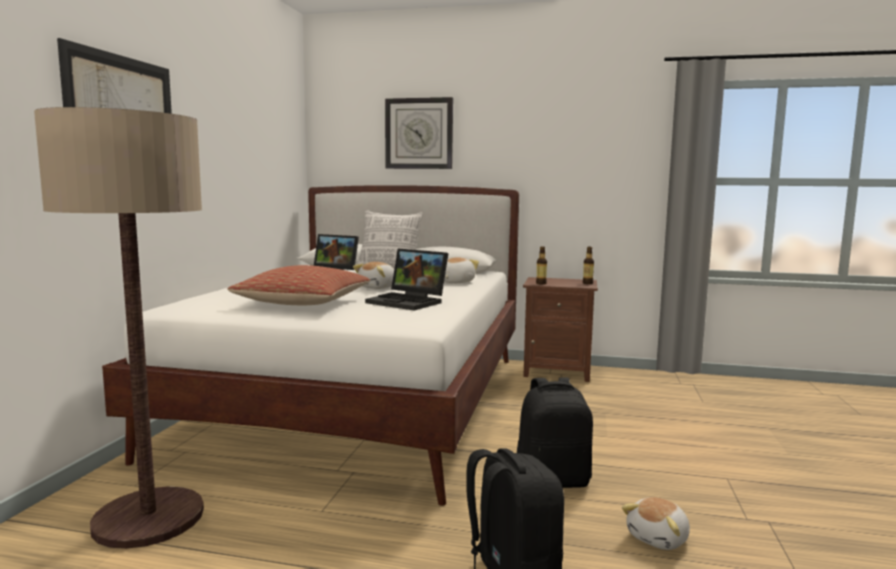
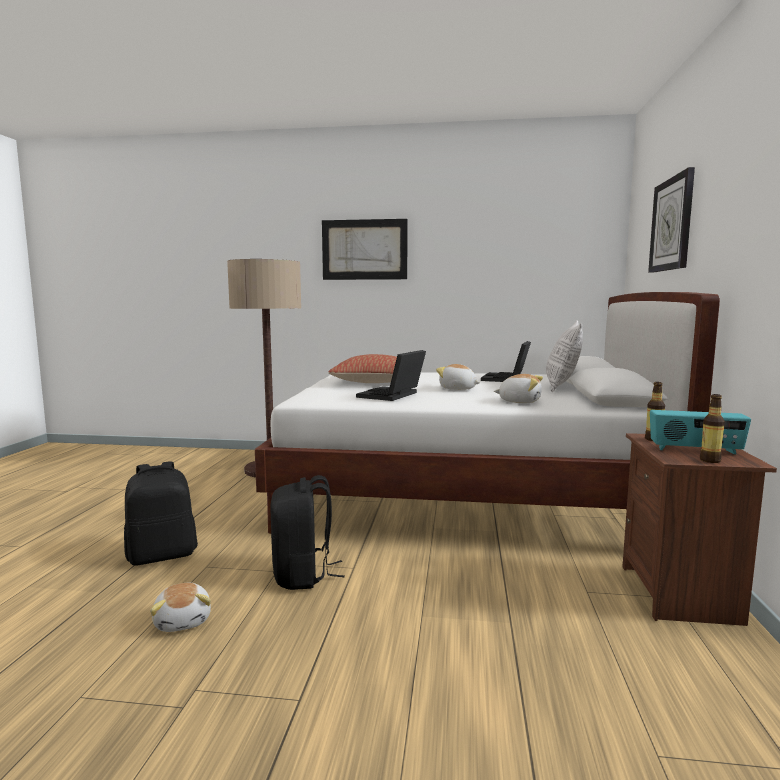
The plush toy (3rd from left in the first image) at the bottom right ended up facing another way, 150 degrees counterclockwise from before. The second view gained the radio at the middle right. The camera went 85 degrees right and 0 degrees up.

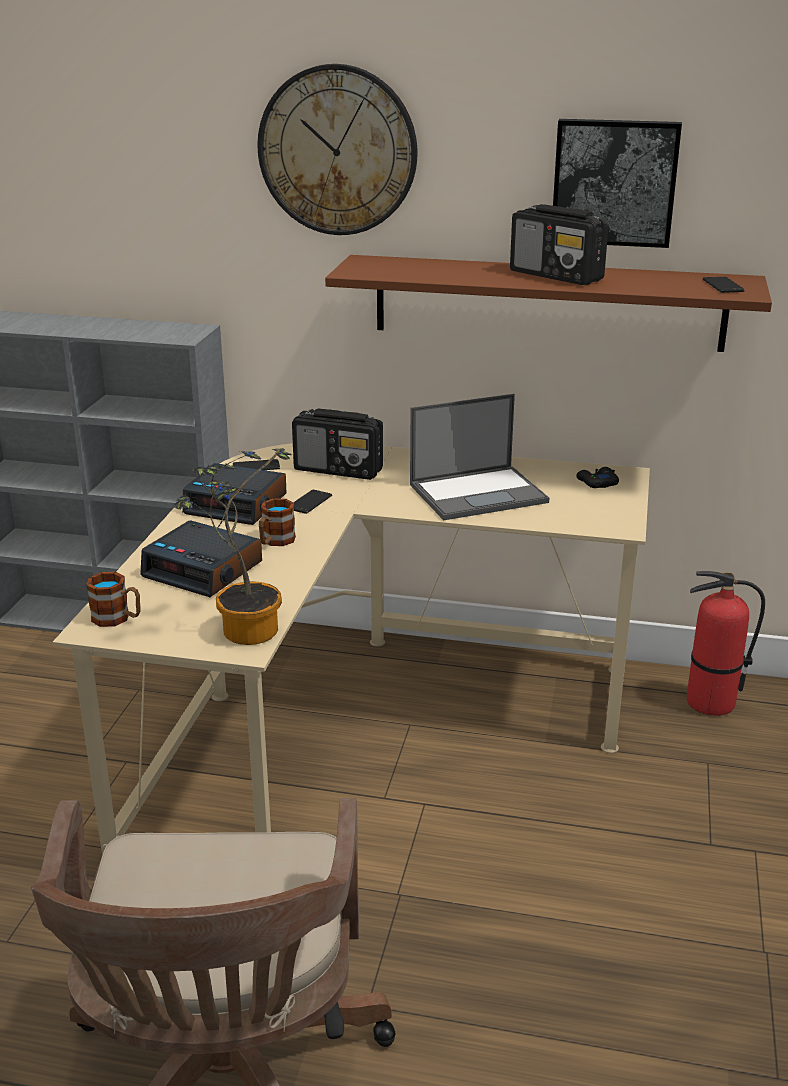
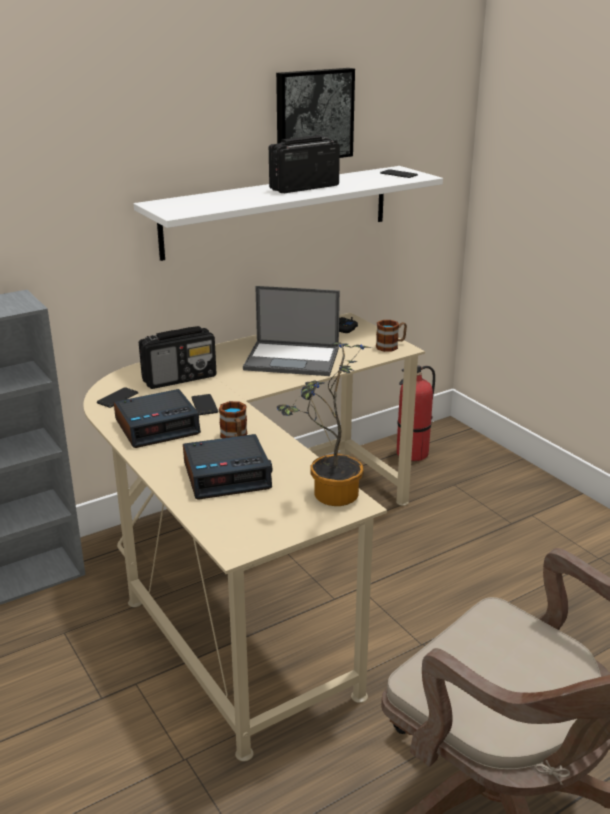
What was the brown shelf at the top right turned into the white shelf at the top centre. The laptop at the centre ended up facing another way, 75 degrees clockwise from before. The radio (2nd from left) at the top right ended up facing another way, 150 degrees clockwise from before. The mug (1st from left in the first image) ended up elsewhere, having gone from the middle left to the centre. The second view lost the wall clock at the top centre. The camera went 45 degrees left and 0 degrees up.

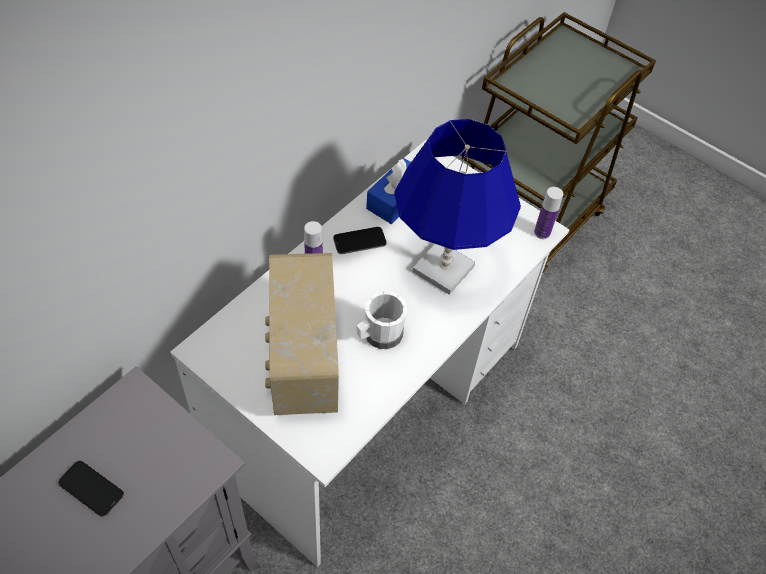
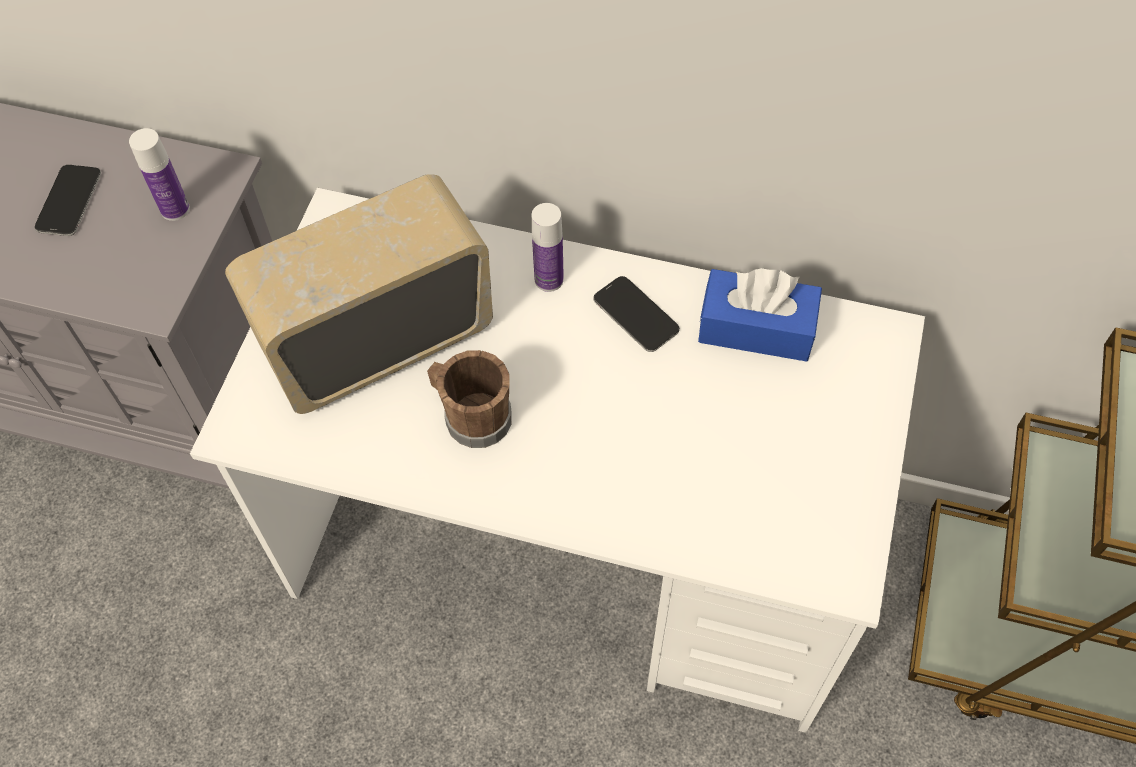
The bottle (2nd from left in the first image) ended up elsewhere, having gone from the middle right to the top left. What was the white mug at the centre turned into the brown mug at the centre. The second view lost the blue table lamp at the centre. The camera went 70 degrees right and 5 degrees up.

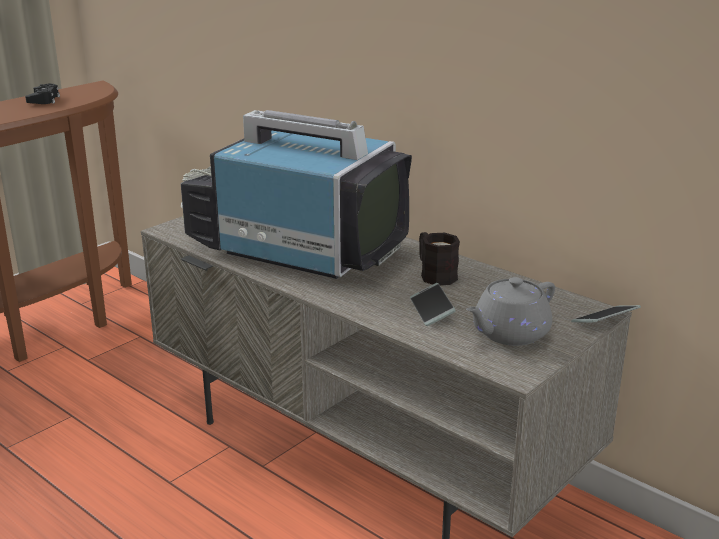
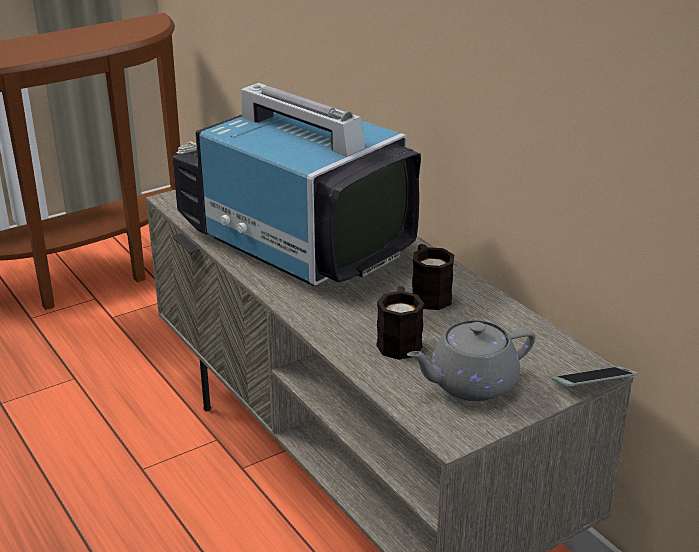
Where the phone (1st from left) stood at the centre, the black mug (1st from left) came to stand at the centre. The second view lost the black game controller at the top left. The camera went 15 degrees right and 5 degrees up.

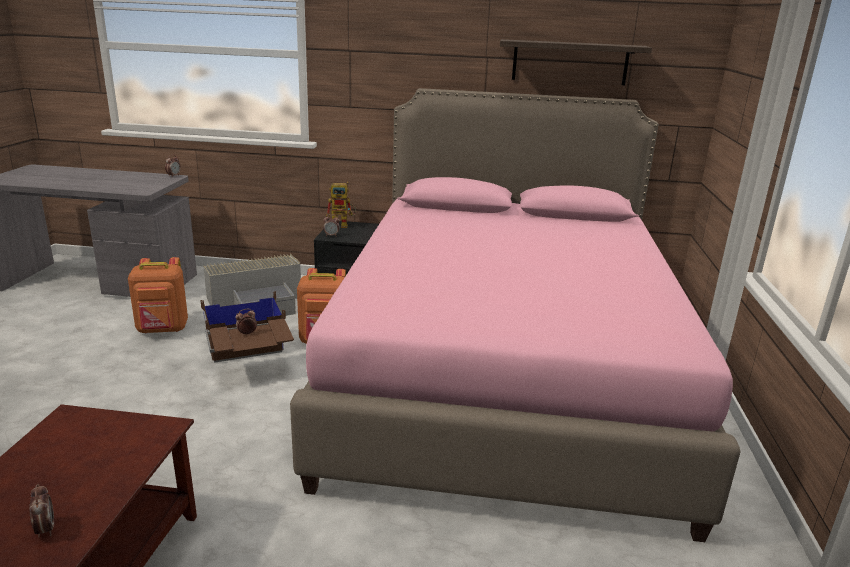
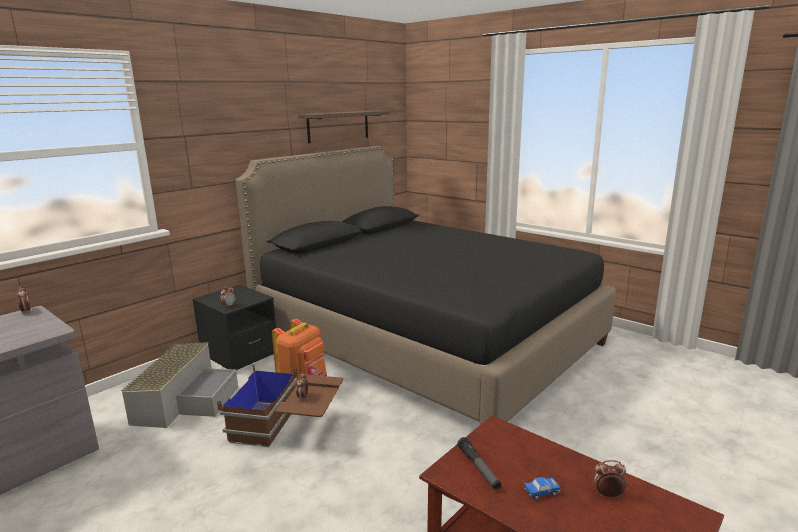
What was the pink bed at the centre turned into the black bed at the centre. The second view gained the flashlight at the bottom centre. The second view gained the toy car at the bottom right. The second view lost the orange backpack (1st from left) at the middle left. The second view lost the toy robot at the centre. The camera went 55 degrees left and 5 degrees down.

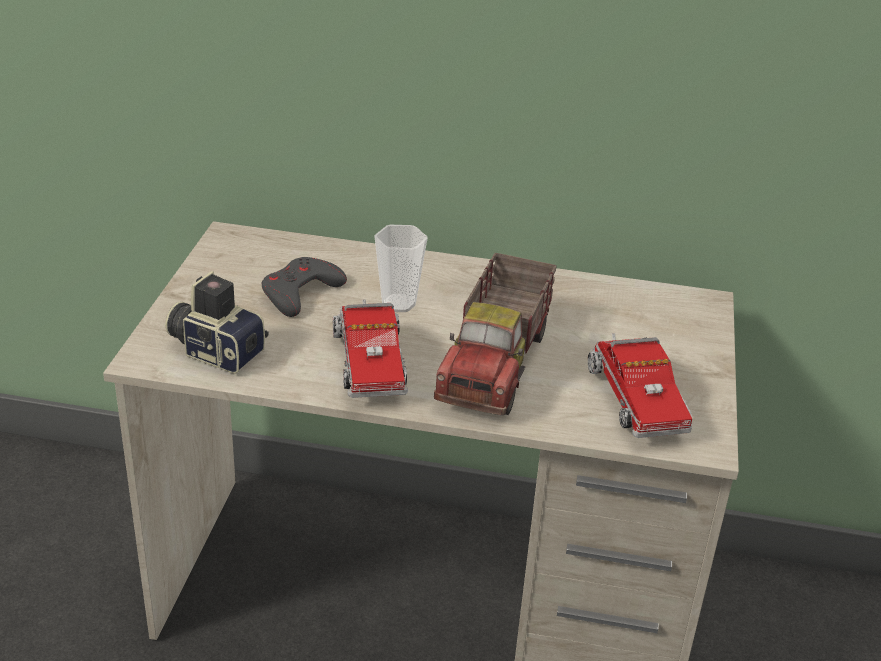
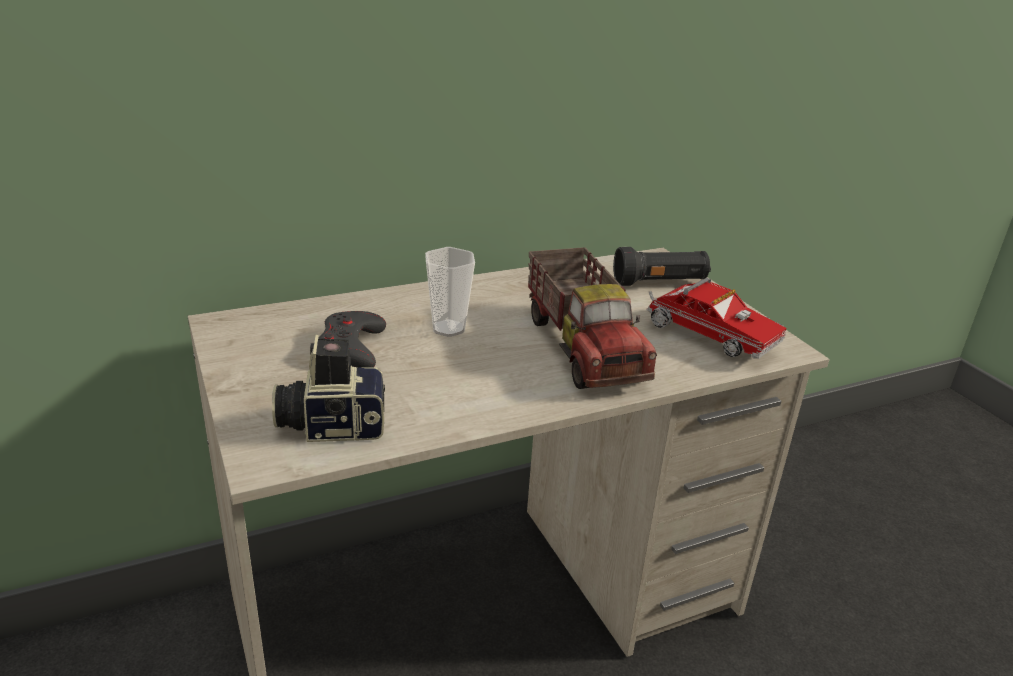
The second view gained the black flashlight at the centre. The second view lost the toy truck (1st from left) at the centre. The camera went 35 degrees left and 5 degrees down.

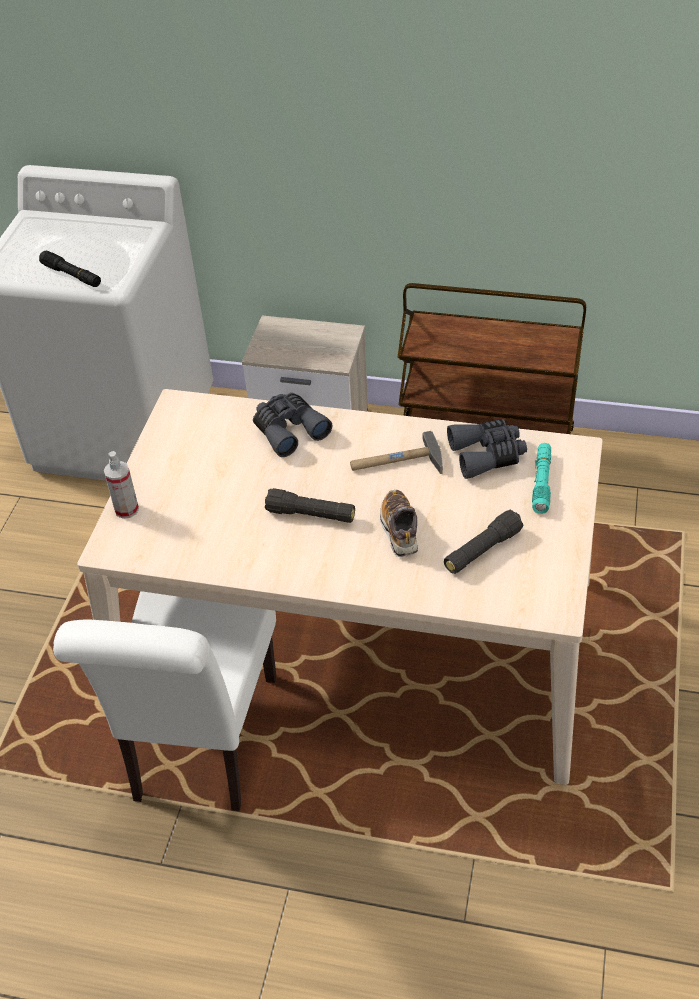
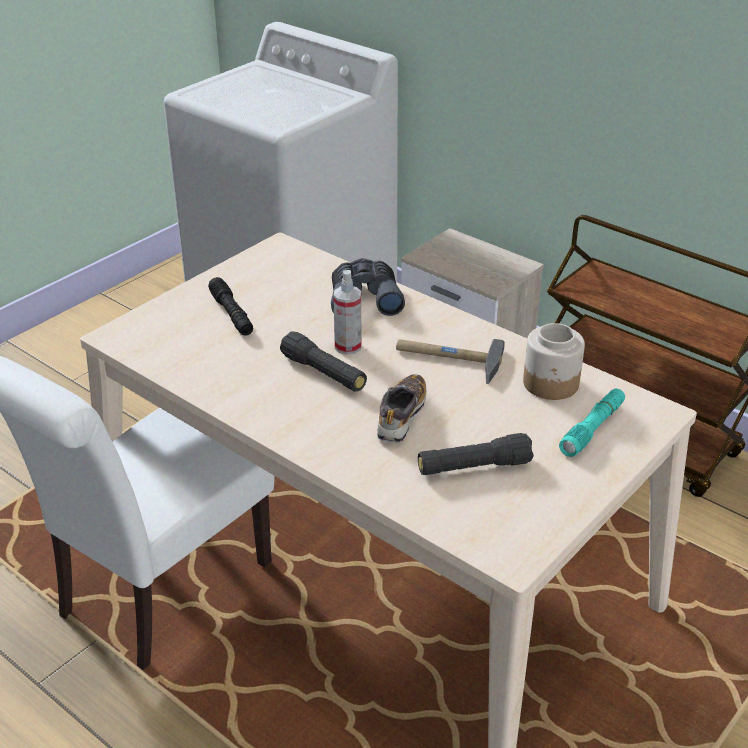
The black flashlight (1st from left) ended up elsewhere, having gone from the top left to the middle left. The spray bottle ended up elsewhere, having gone from the middle left to the centre. Where the grey binoculars (2nd from left) stood at the middle right, the jar came to stand at the middle right. The camera went 25 degrees right and 10 degrees down.

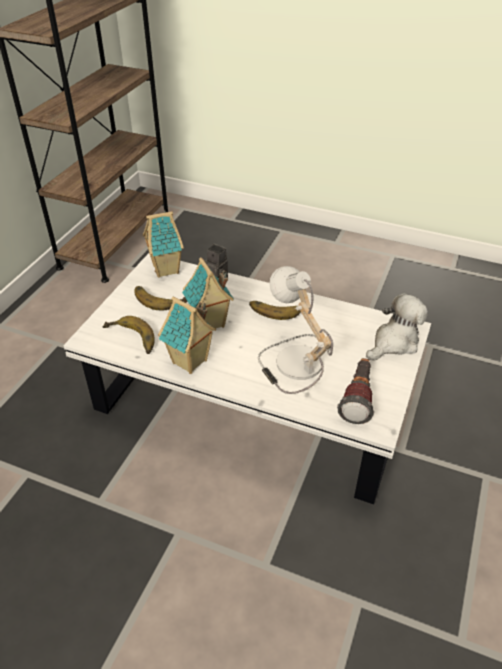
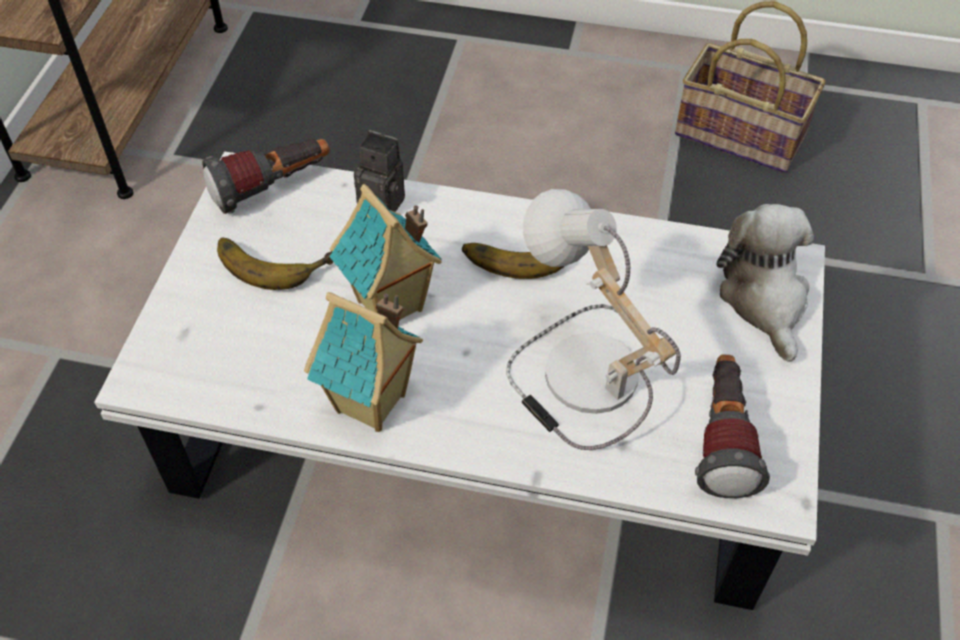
Where the toy house (1st from left) stood at the middle left, the flashlight (1st from left) came to stand at the top left. The second view gained the basket at the top right. The plush toy at the middle right ended up facing another way, 45 degrees counterclockwise from before. The second view lost the banana (1st from left) at the middle left. The camera went 10 degrees left and 10 degrees up.

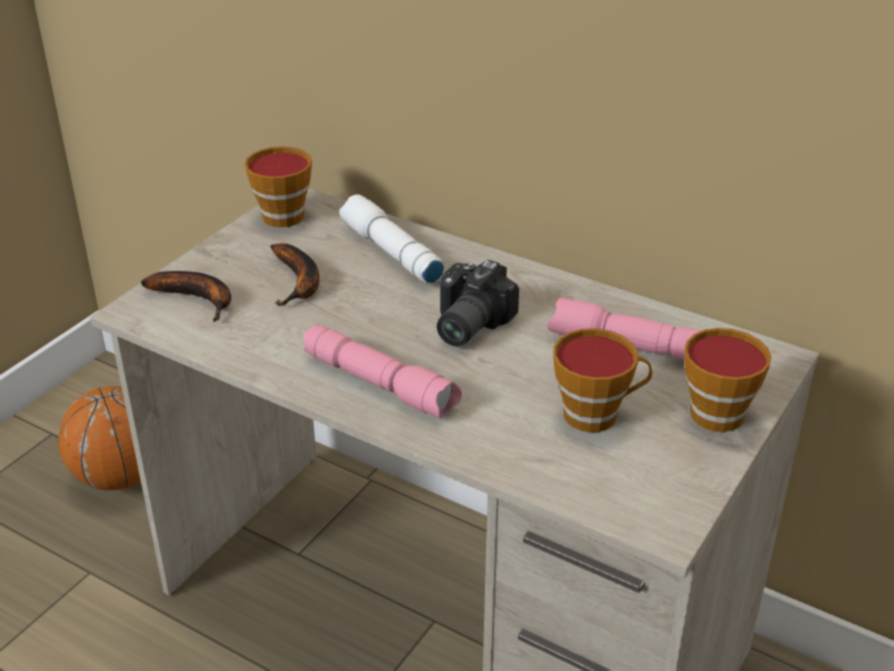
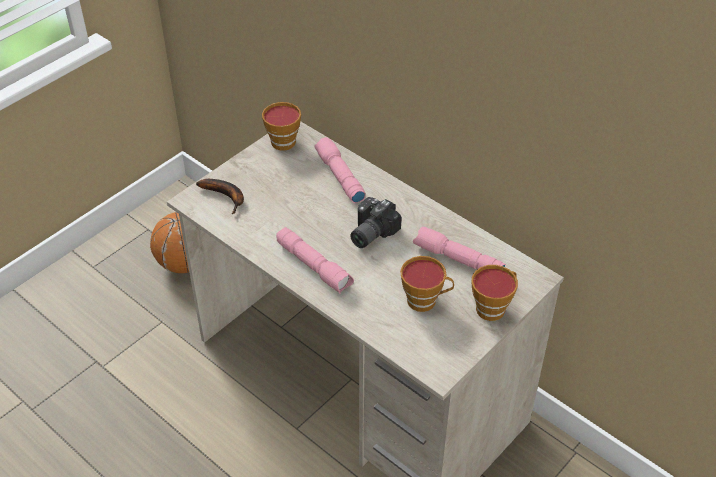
What was the white flashlight at the centre turned into the pink flashlight (2nd from left) at the centre. The second view lost the banana (2nd from left) at the middle left. The camera went 10 degrees right and 10 degrees up.

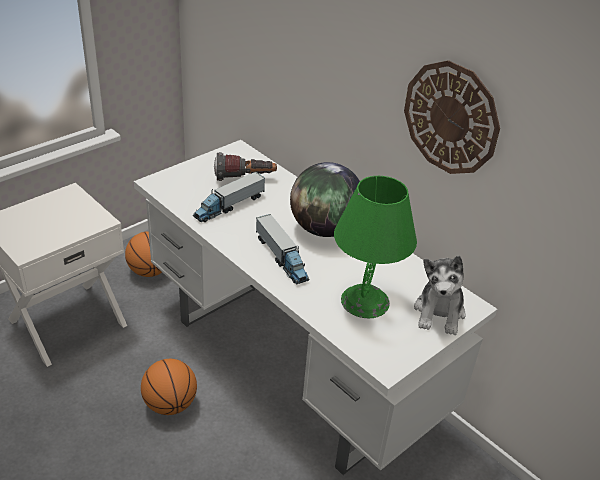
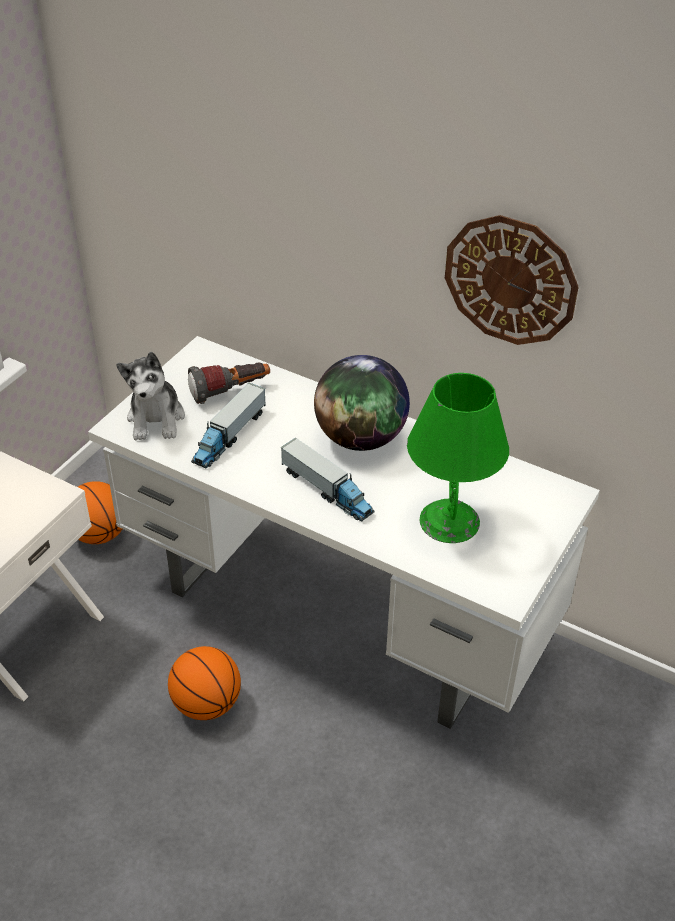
The plush toy ended up elsewhere, having gone from the middle right to the middle left. The camera went 15 degrees left and 5 degrees up.

